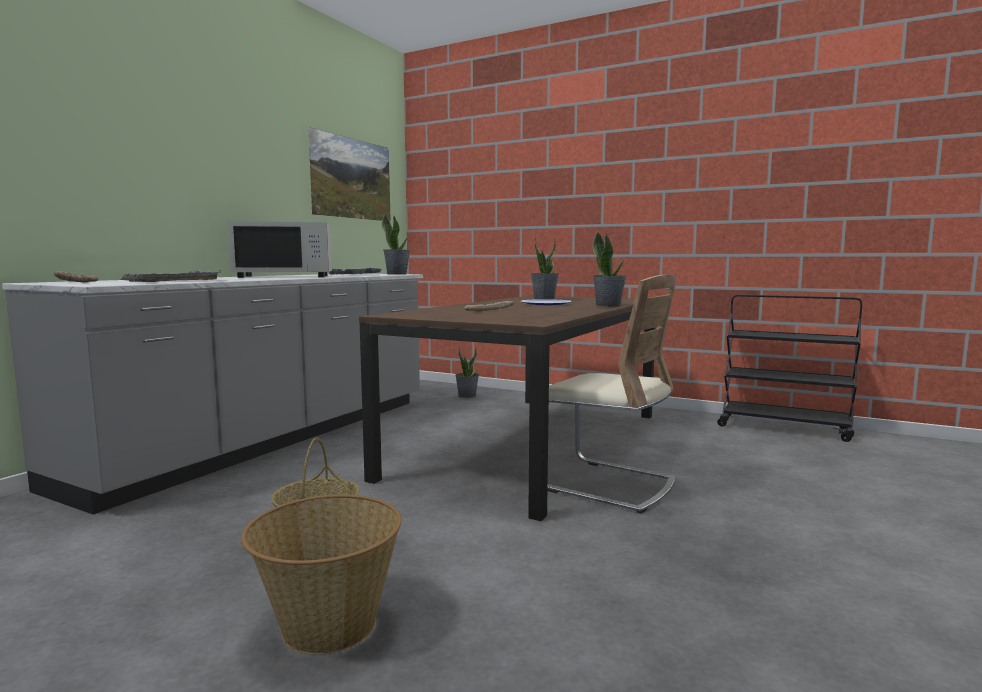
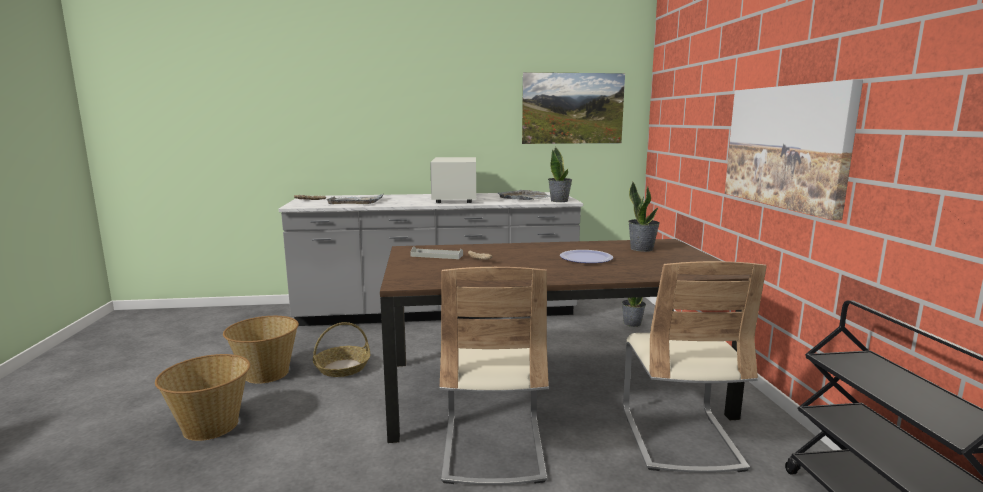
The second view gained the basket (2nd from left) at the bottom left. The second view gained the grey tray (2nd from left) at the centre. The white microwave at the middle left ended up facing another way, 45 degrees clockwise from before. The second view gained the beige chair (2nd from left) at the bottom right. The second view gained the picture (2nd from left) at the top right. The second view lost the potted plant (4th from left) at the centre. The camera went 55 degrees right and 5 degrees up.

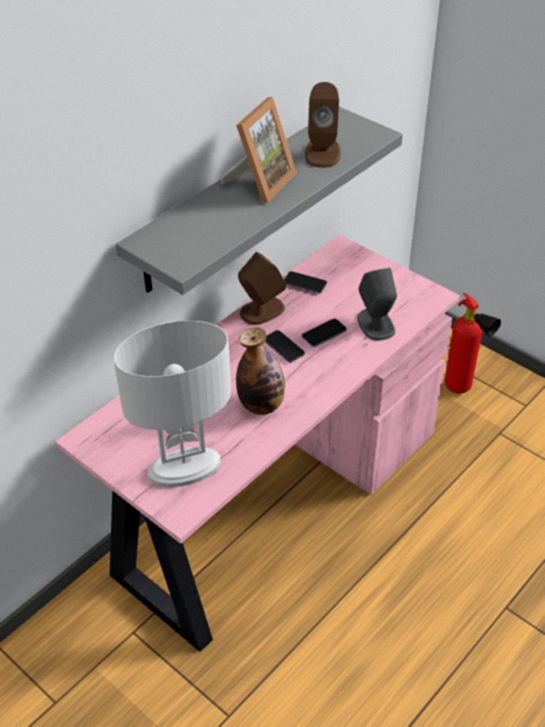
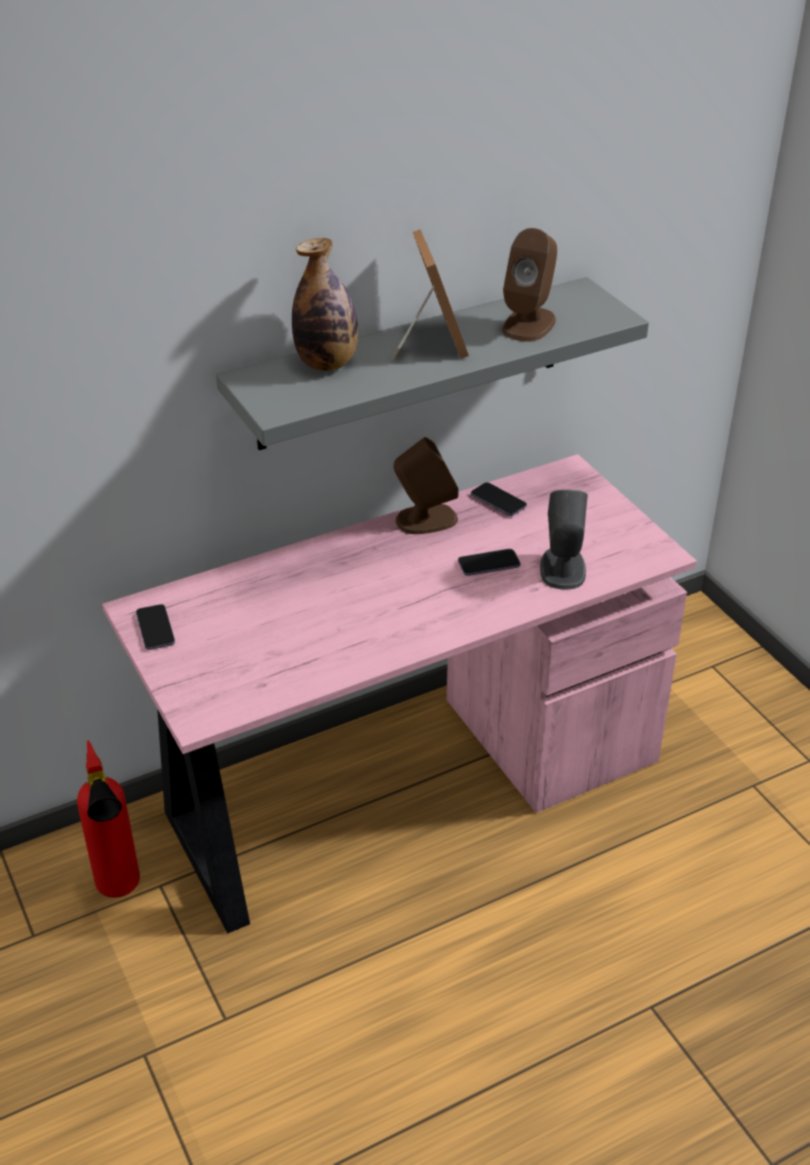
The fire extinguisher ended up elsewhere, having gone from the middle right to the bottom left. The phone (1st from left) ended up elsewhere, having gone from the centre to the middle left. The bottle ended up elsewhere, having gone from the centre to the top centre. The picture frame at the top centre ended up facing another way, 60 degrees counterclockwise from before. The second view lost the white table lamp at the middle left. The camera went 20 degrees right and 5 degrees down.

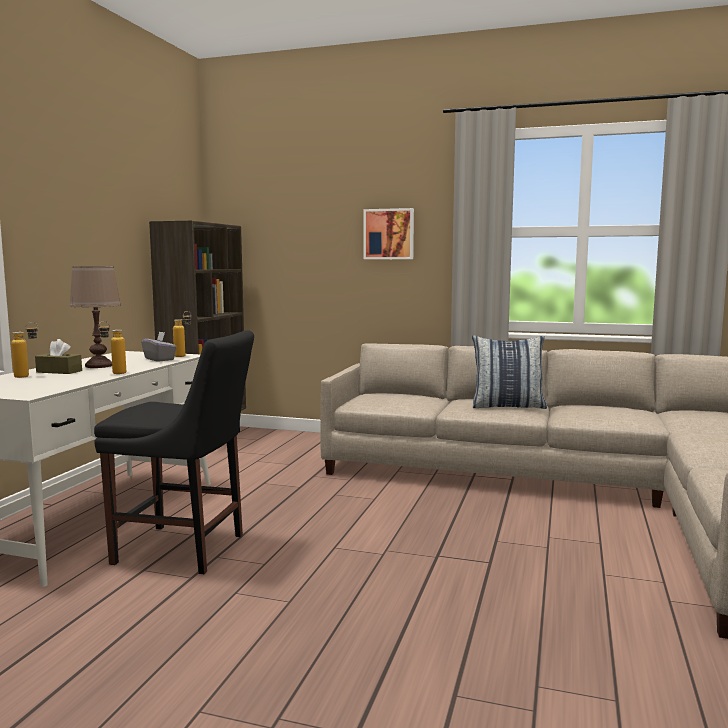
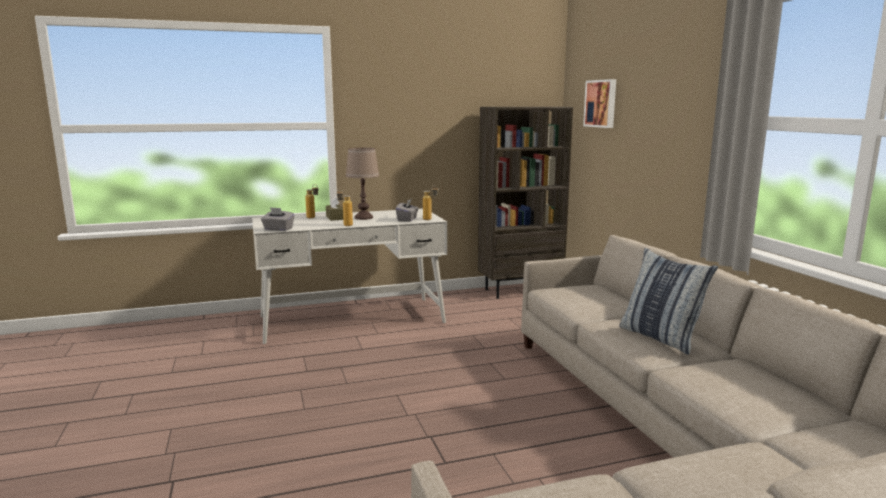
The second view gained the grey tissue box (1st from left) at the middle left. The picture ended up elsewhere, having gone from the top centre to the top right. The second view lost the black chair at the middle left. The camera went 55 degrees right and 5 degrees up.

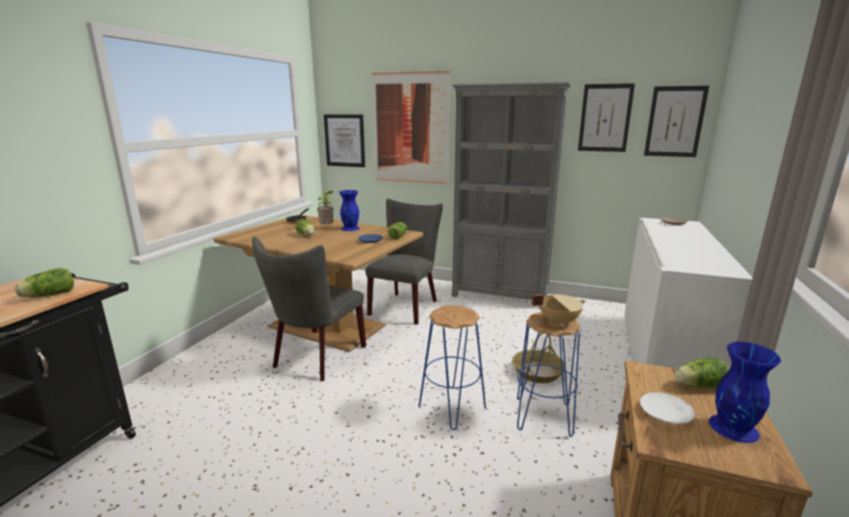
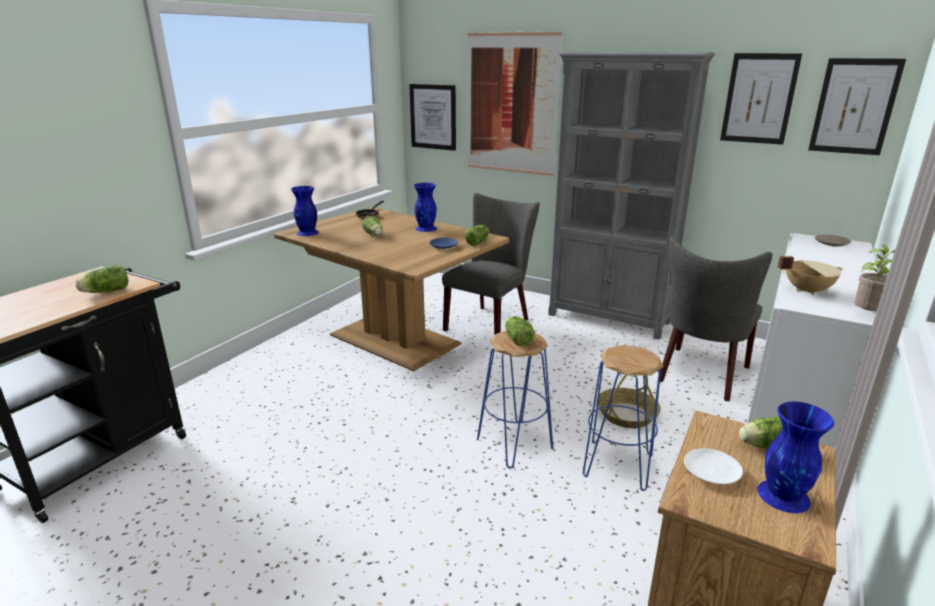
The second view gained the blue vase (1st from left) at the middle left. The second view gained the lettuce (4th from left) at the centre. The grey chair (1st from left in the first image) ended up elsewhere, having gone from the centre to the middle right. The beige cooking pot ended up elsewhere, having gone from the centre to the middle right. The potted plant ended up elsewhere, having gone from the centre to the middle right. The camera went 10 degrees right and 5 degrees up.

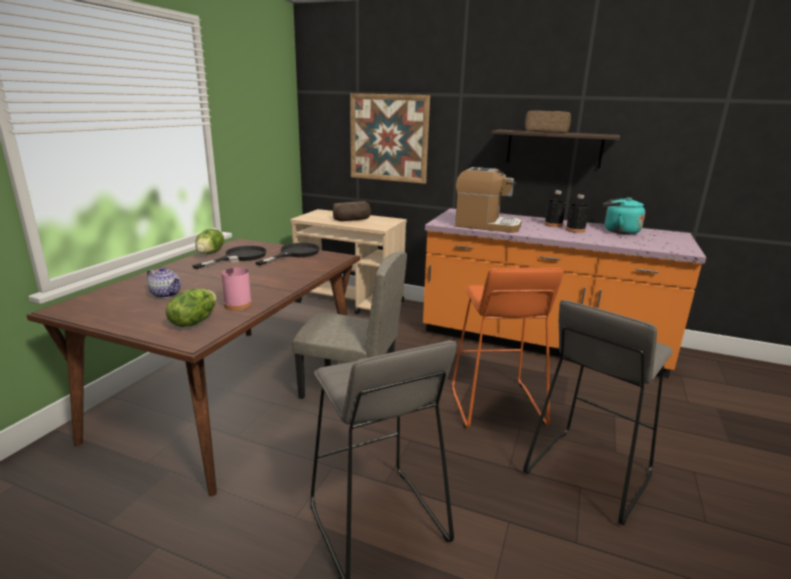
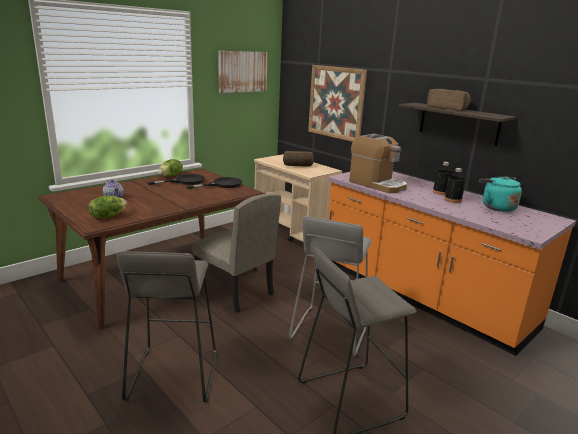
The second view gained the picture (1st from left) at the top centre. What was the orange stool at the centre turned into the grey stool (2nd from left) at the centre. The second view lost the pink bottle at the middle left. The camera went 25 degrees right and 0 degrees up.

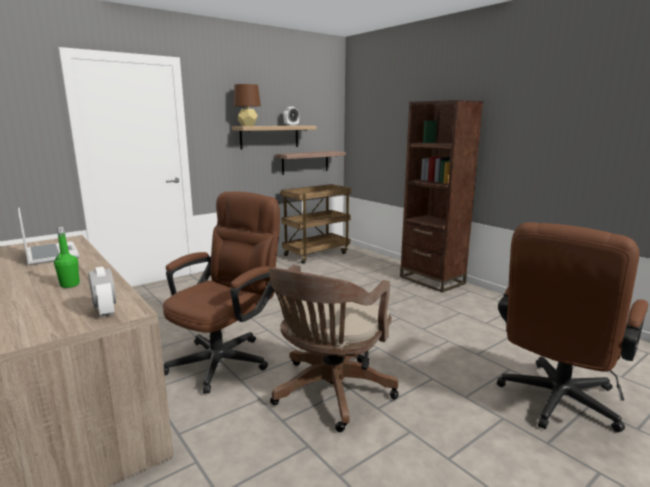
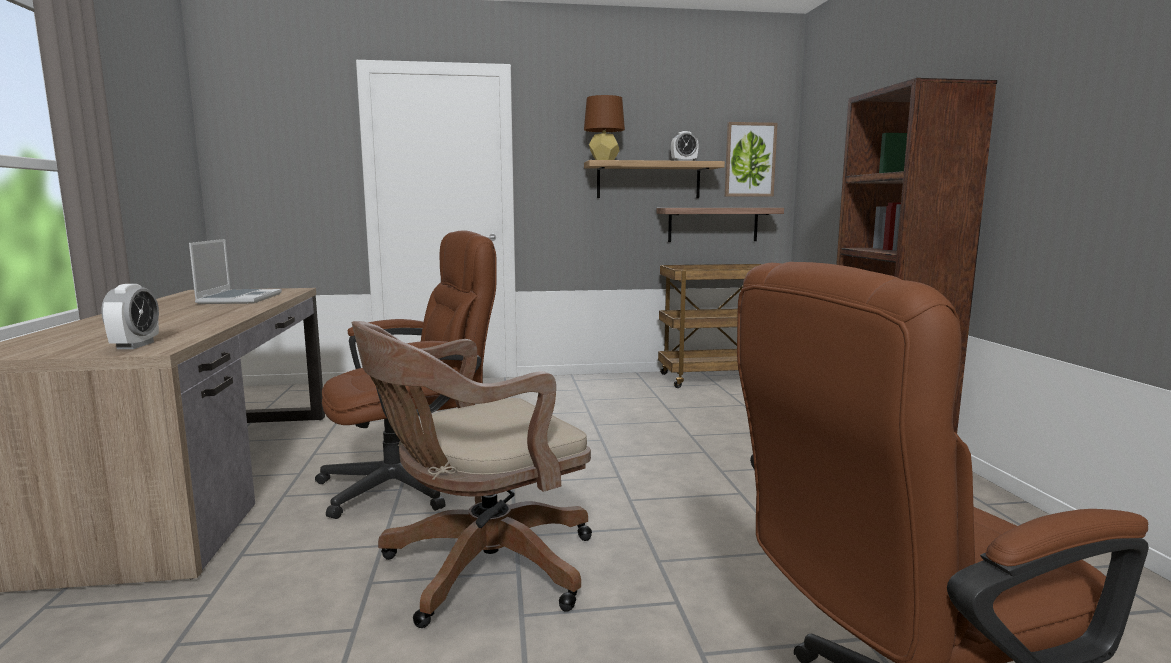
The second view gained the picture at the top centre. The second view lost the green bottle at the middle left. The camera went 30 degrees right and 5 degrees down.

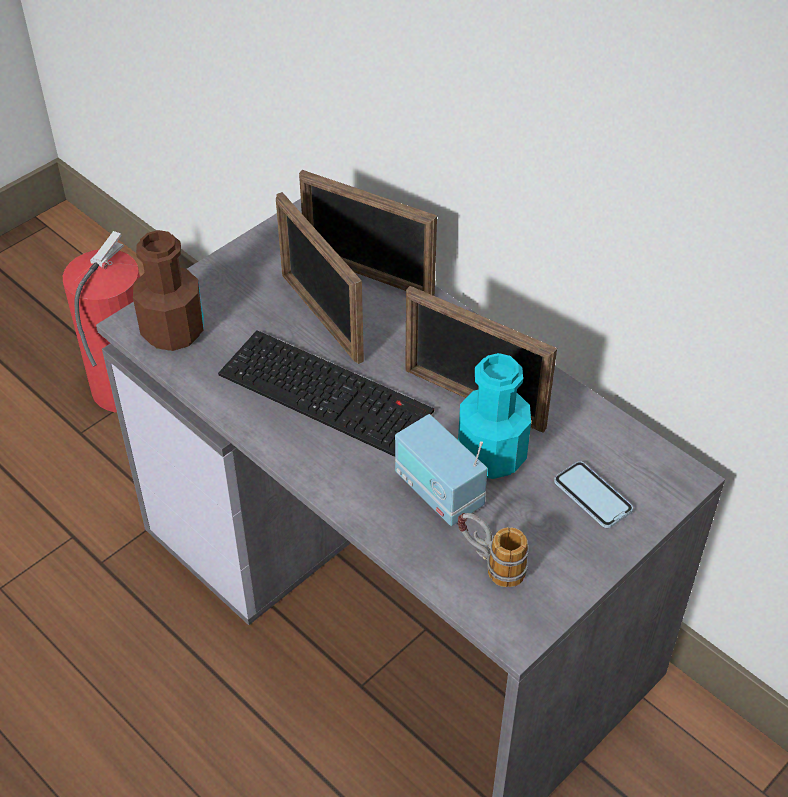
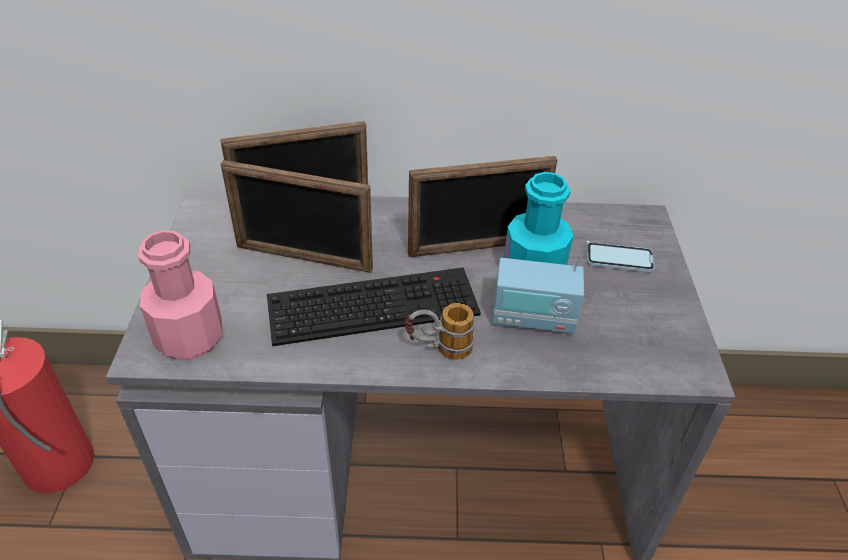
What was the brown bottle at the middle left turned into the pink bottle at the middle left. The mug ended up elsewhere, having gone from the bottom centre to the centre. The camera went 45 degrees left and 5 degrees down.

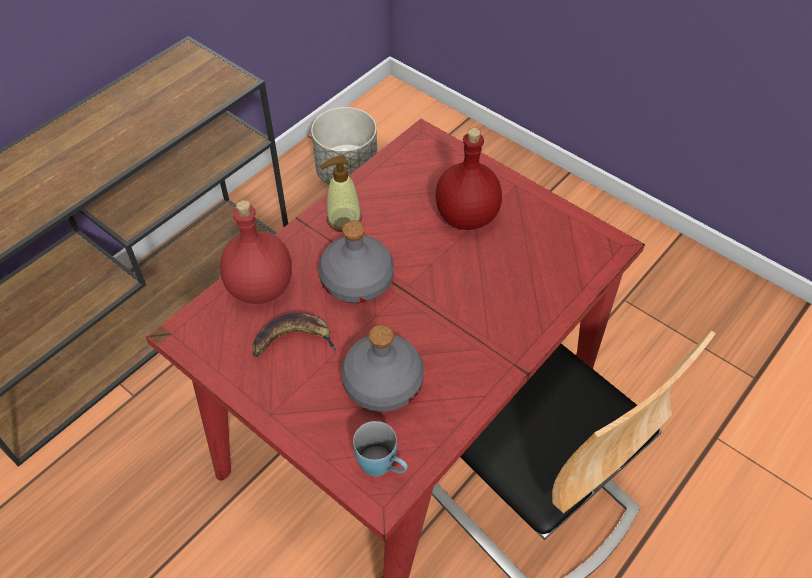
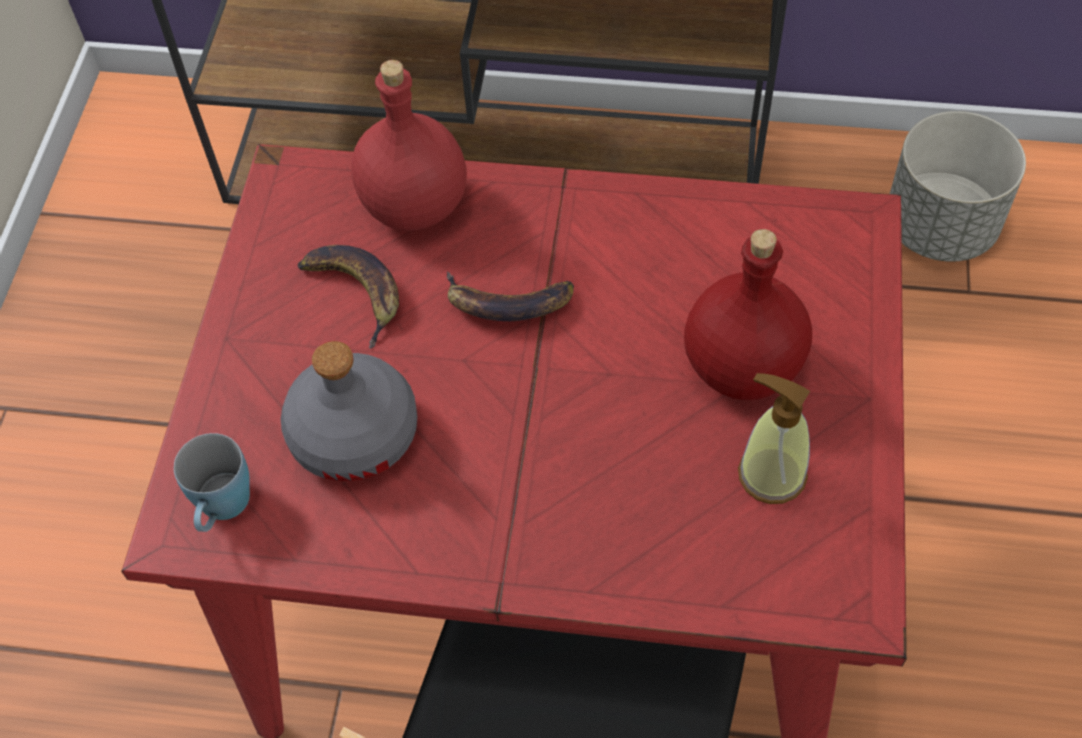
Where the grey bottle (1st from left) stood at the centre, the banana (2nd from left) came to stand at the centre. The soap dispenser ended up elsewhere, having gone from the centre to the middle right. The camera went 60 degrees right and 5 degrees up.

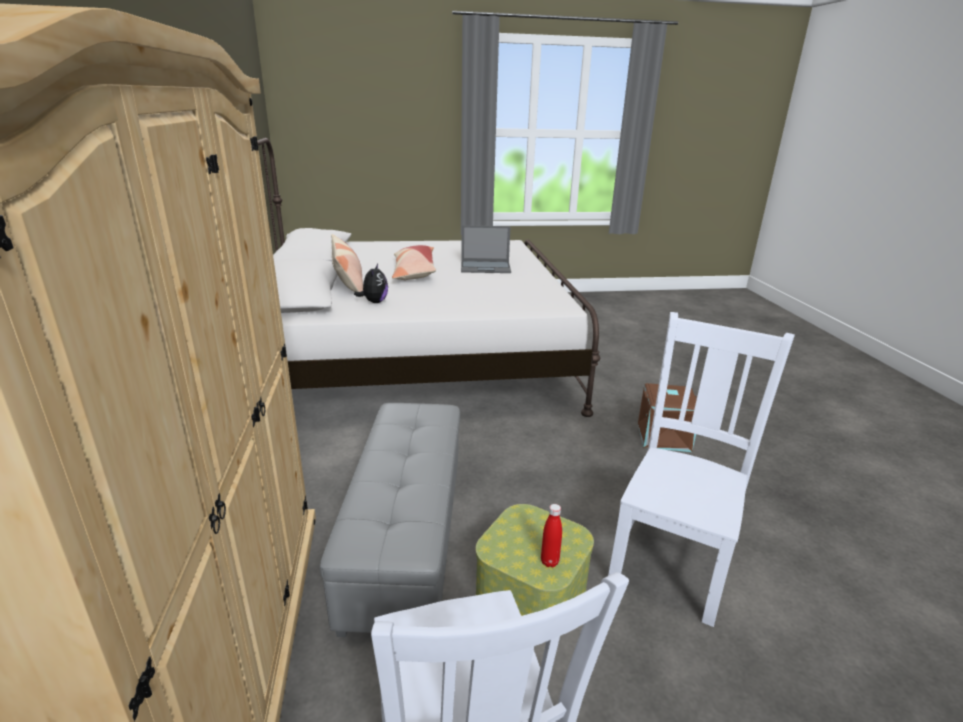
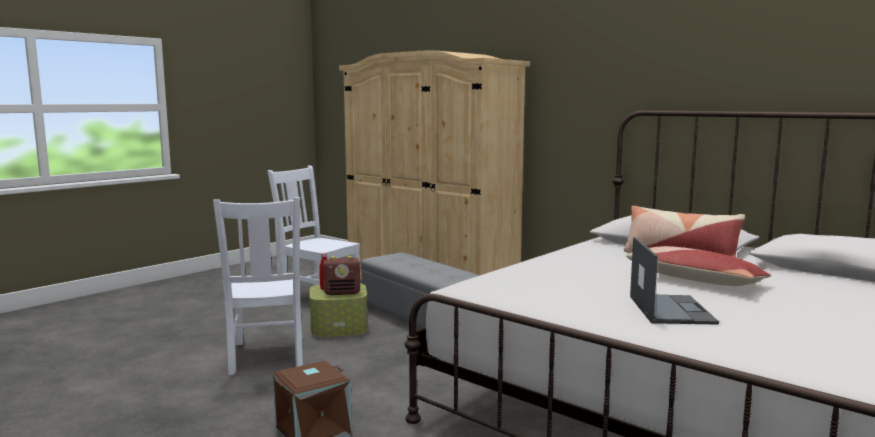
The second view gained the radio at the centre. The laptop at the centre ended up facing another way, 135 degrees clockwise from before. The second view lost the plush toy at the centre. The camera went 140 degrees right and 15 degrees down.

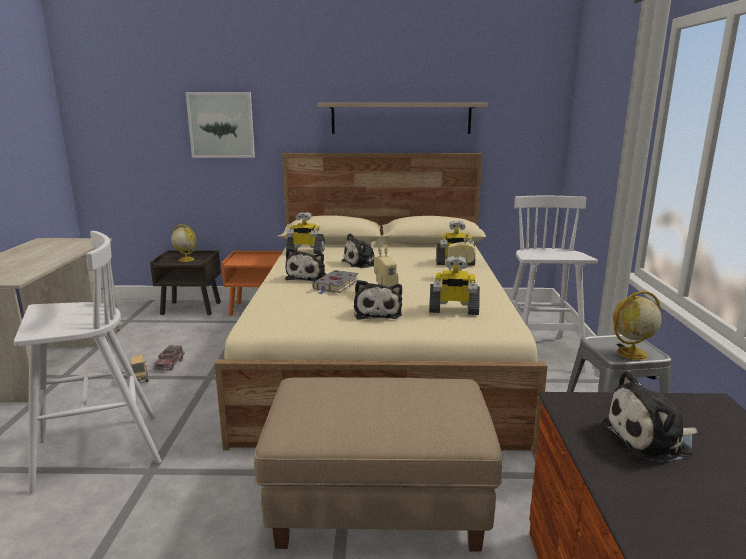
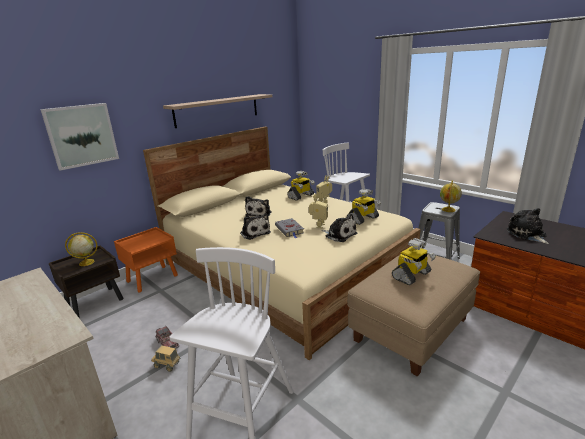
The toy robot (1st from left in the first image) ended up elsewhere, having gone from the centre to the middle right. The plush toy (4th from left) at the bottom right ended up facing another way, 135 degrees clockwise from before. The camera went 45 degrees left and 5 degrees up.

